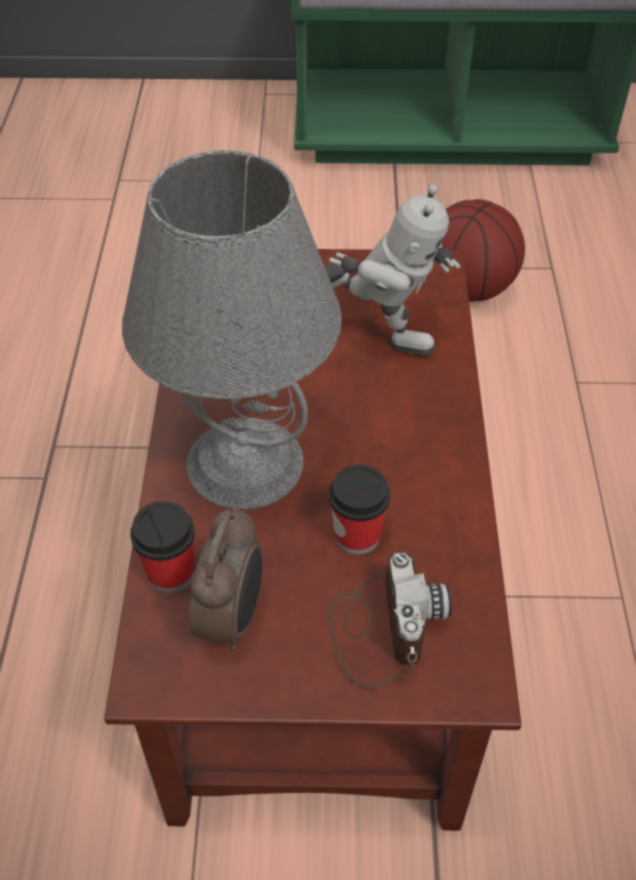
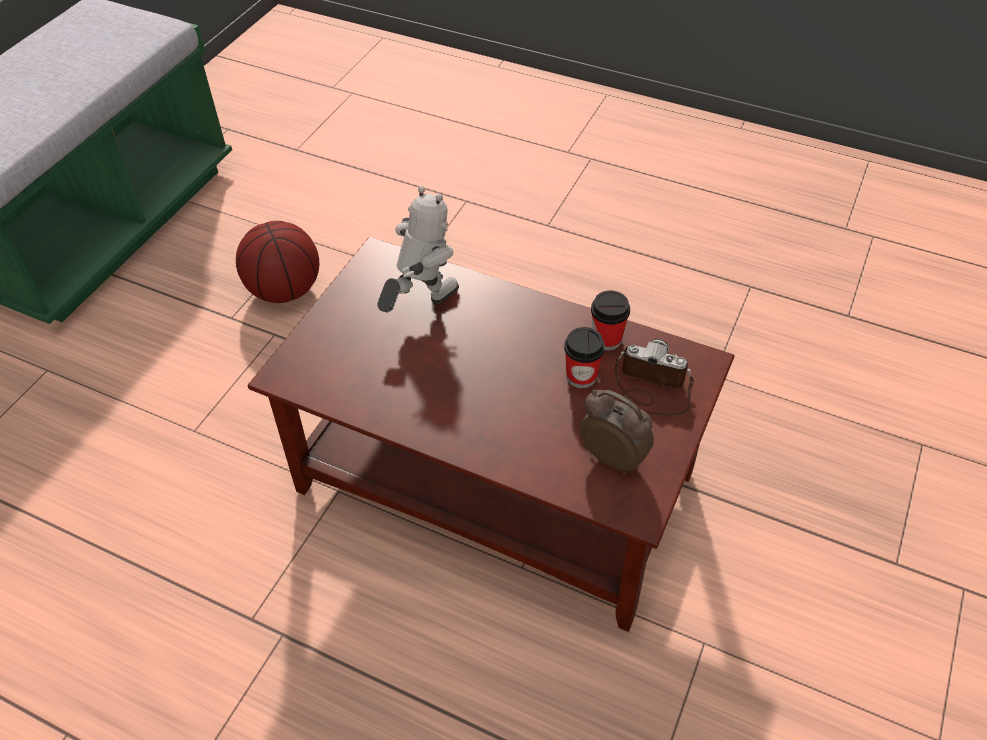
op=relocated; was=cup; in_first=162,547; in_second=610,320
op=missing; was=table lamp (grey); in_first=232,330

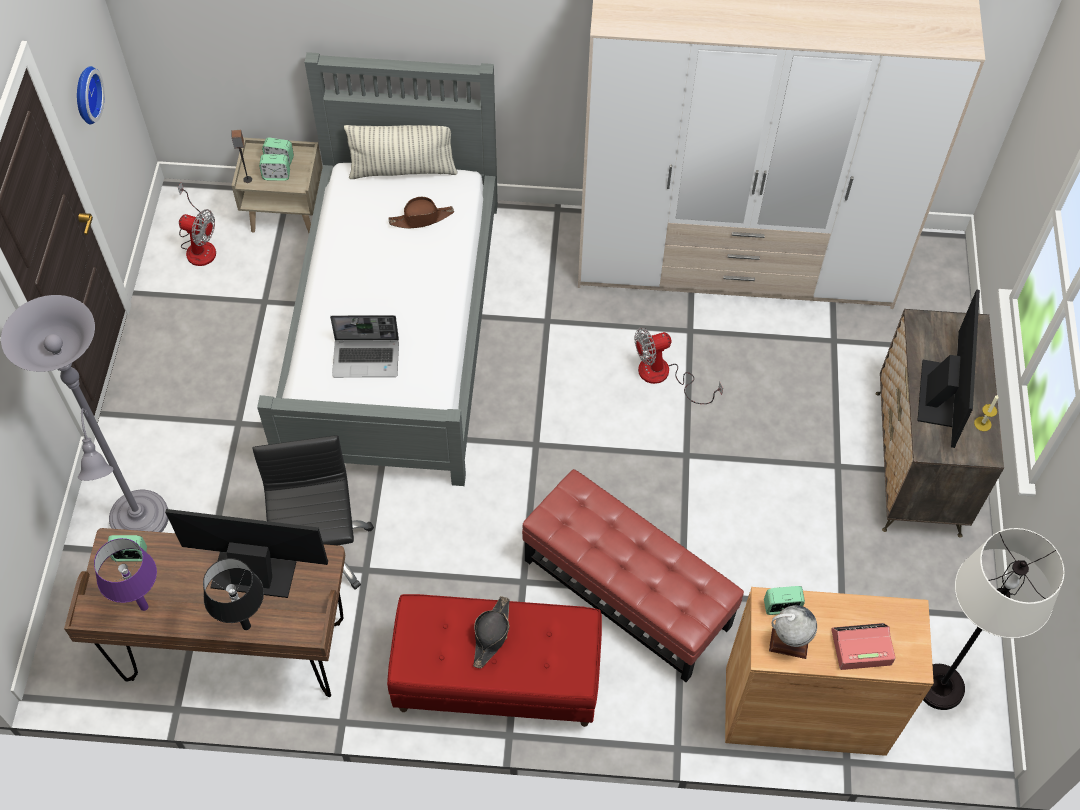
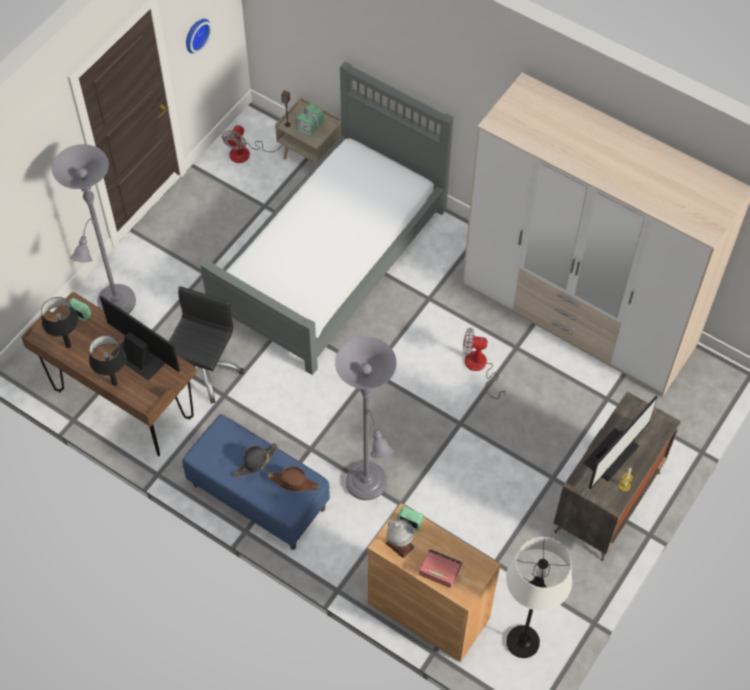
op=colour; was=table lamp (purple); now=table lamp (blackish); in_first=125,574; in_second=60,322
op=colour; was=bench (red-coloured); now=bench (blue-coloured); in_first=494,660; in_second=256,482
op=spun; was=fan; in_first=197,224; in_second=252,144; clockwise=60
op=relocated; was=clothing hat (brown); in_first=421,213; in_second=293,479
op=exchanged; was=footrest (red-coloured); now=standard lamp (grey); in_first=633,575; in_second=366,418
op=missing; was=portable computer; in_first=364,346
op=missing; was=pillow; in_first=401,152

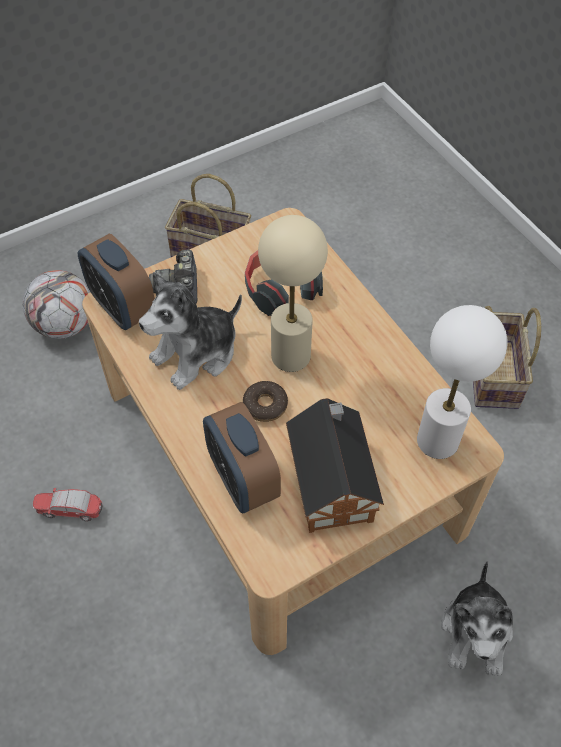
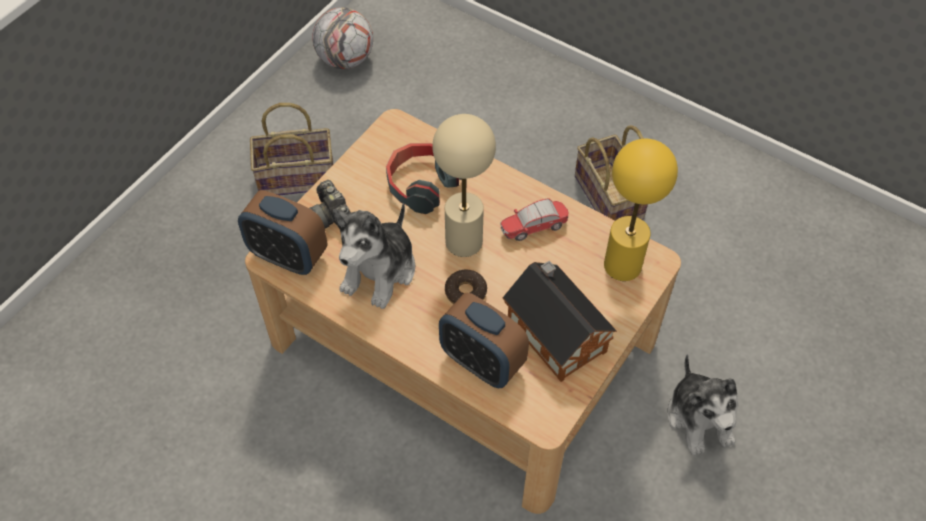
op=relocated; was=football ball; in_first=56,304; in_second=342,38
op=relocated; was=miniature car; in_first=68,505; in_second=534,219
op=colour; was=table lamp (white); now=table lamp (yellow-coloured); in_first=462,382; in_second=641,210

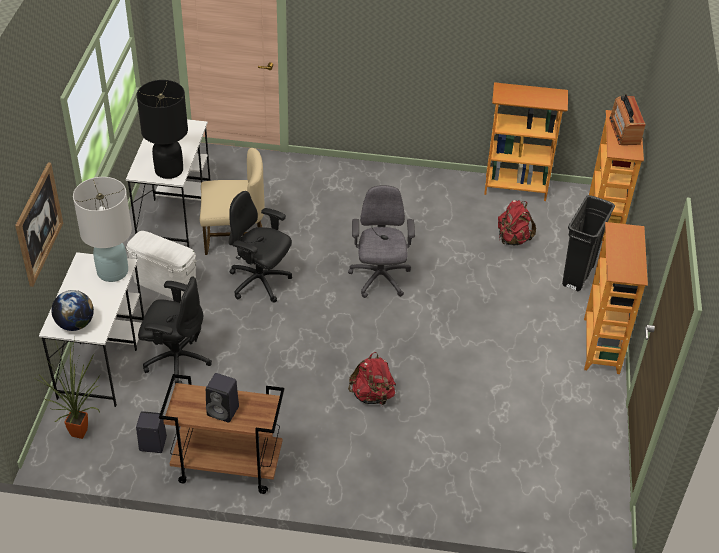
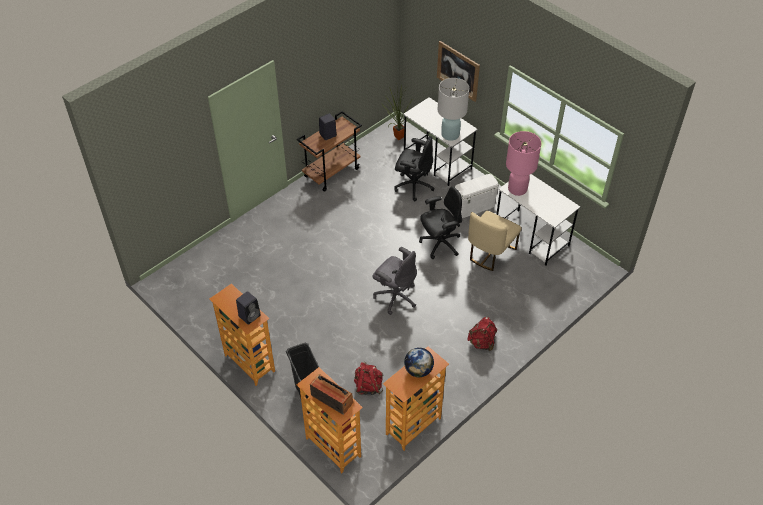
op=relocated; was=loudspeaker (blackish); in_first=151,432; in_second=248,308
op=spun; was=desk chair (blackish); in_first=175,330; in_second=414,168; clockwise=-120
op=relocated; was=desk globe; in_first=72,310; in_second=419,362
op=relocated; was=backpack (red-coloured); in_first=372,379; in_second=482,334
op=colour; was=table lamp (blackish); now=table lamp (pink-coloured); in_first=162,129; in_second=523,163

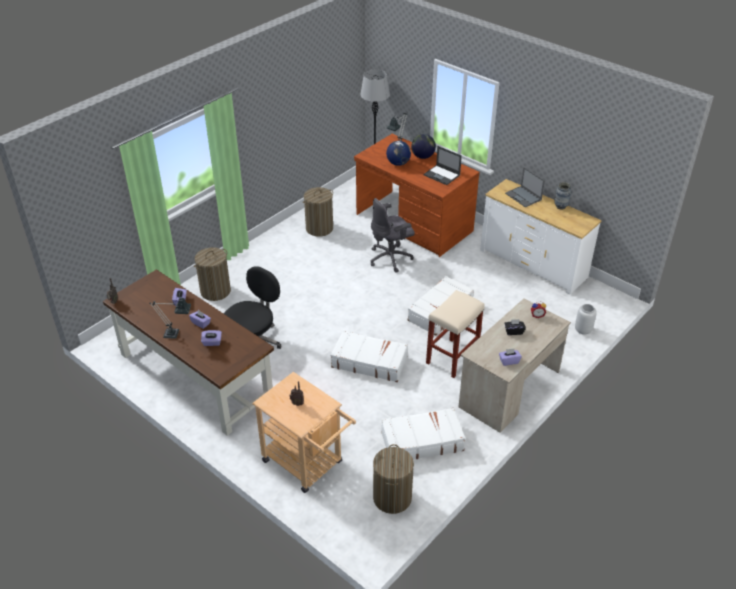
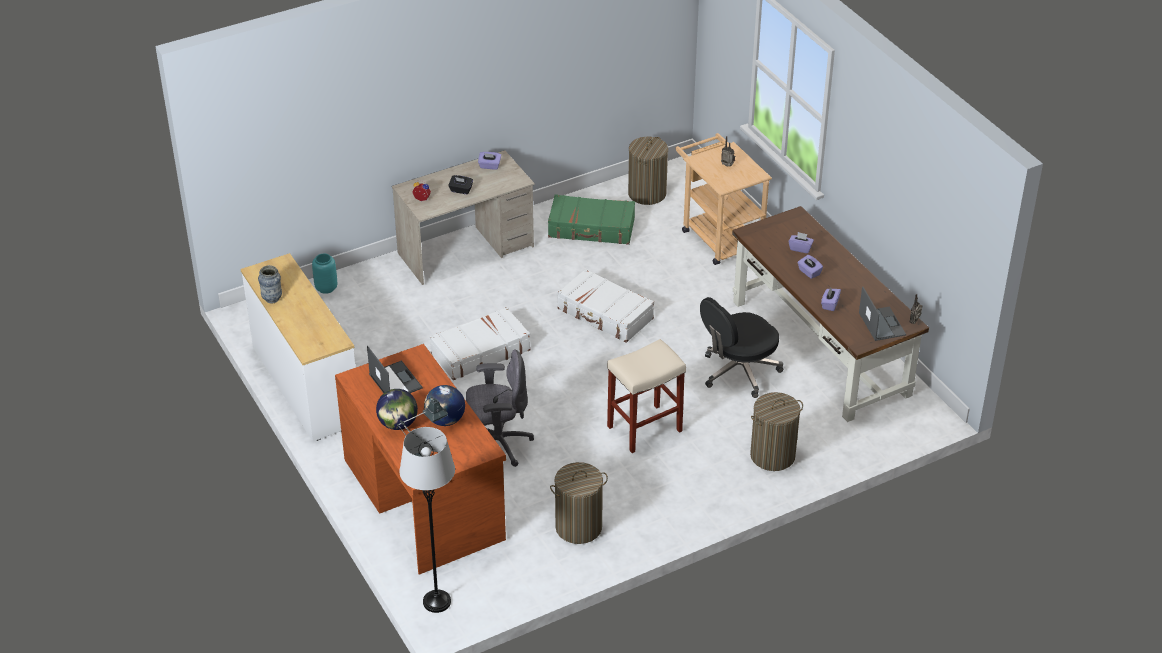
op=colour; was=vase (grey); now=vase (turquoise); in_first=586,319; in_second=324,274
op=colour; was=piece of luggage (white); now=piece of luggage (greenish); in_first=423,433; in_second=591,219
op=relocated; was=sitting stool (sand-coloured); in_first=455,334; in_second=646,396
op=relocated; was=portable computer; in_first=525,187; in_second=882,314
op=missing; was=table lamp; in_first=170,317

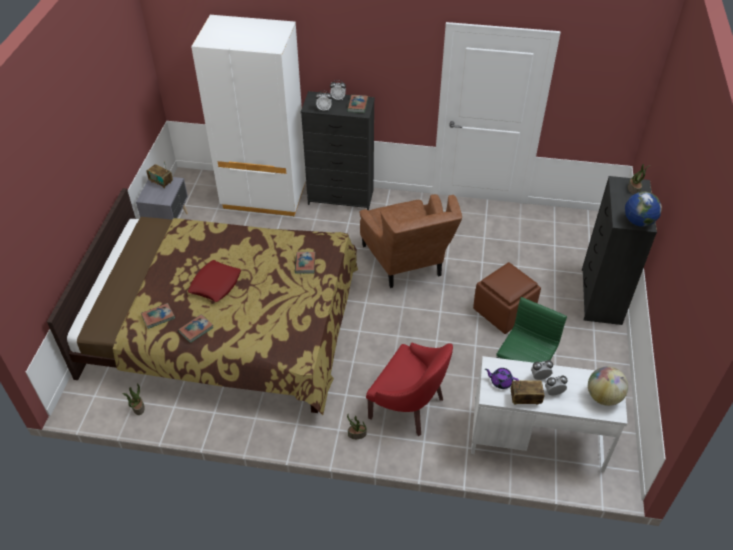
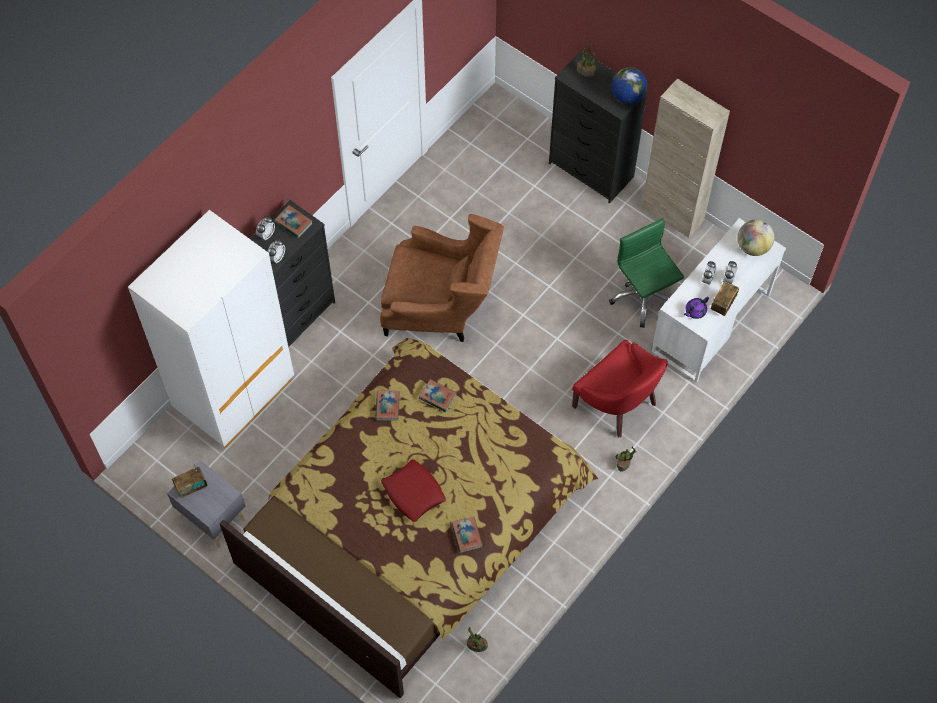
op=relocated; was=bound book; in_first=158,316; in_second=387,405
op=spun; was=easy chair (red-coloured); in_first=409,389; in_second=620,389; clockwise=75
op=appeared; now=cupboard (sand-coloured); in_second=685,158
op=missing; was=footrest (brown); in_first=507,298

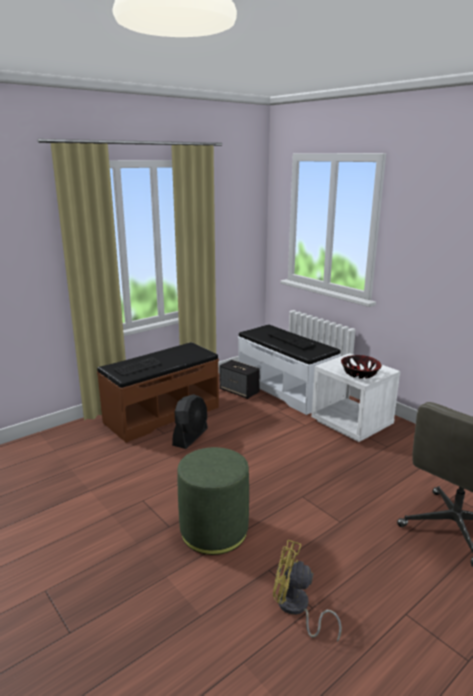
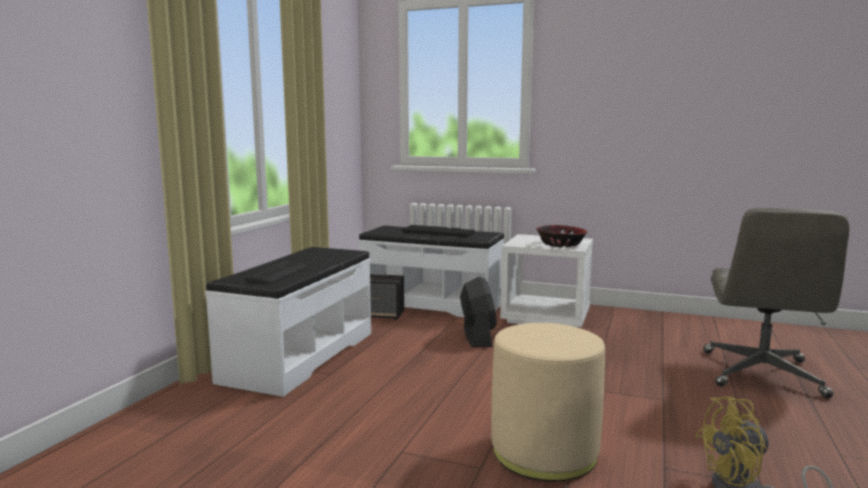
op=colour; was=bench (brown); now=bench (white); in_first=158,392; in_second=288,322
op=relocated; was=fan (blackish); in_first=190,421; in_second=478,312
op=colour; was=footrest (greenish); now=footrest (sand-coloured); in_first=213,501; in_second=548,402

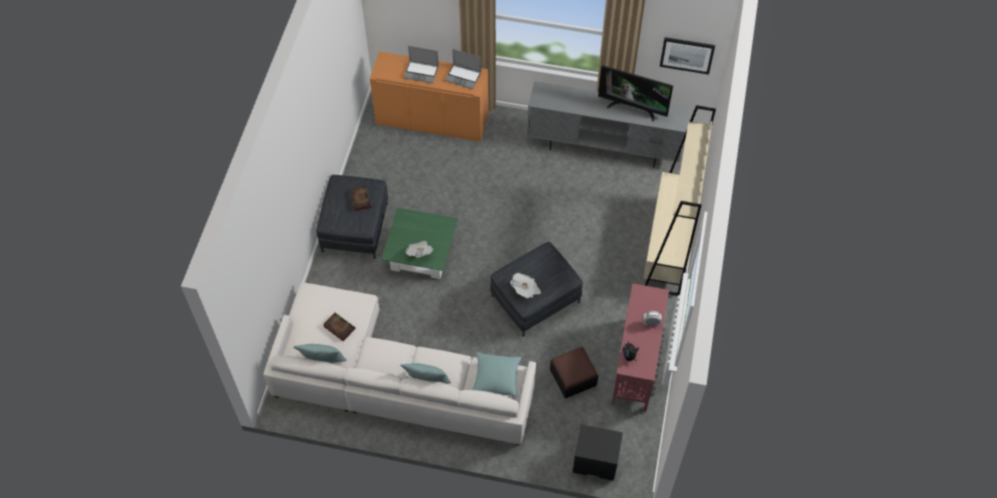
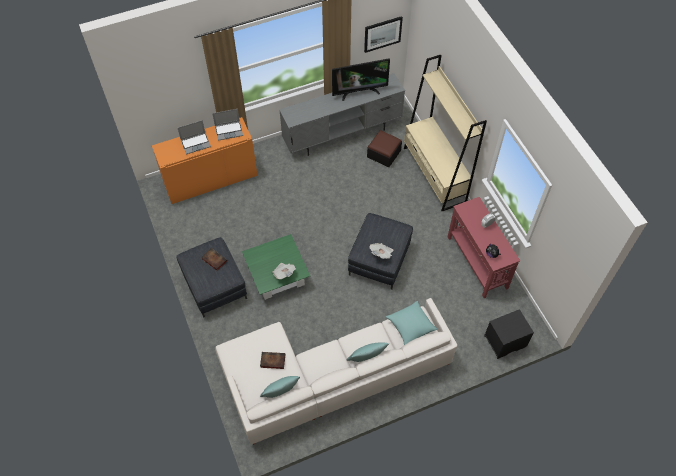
op=relocated; was=footrest; in_first=574,372; in_second=384,148

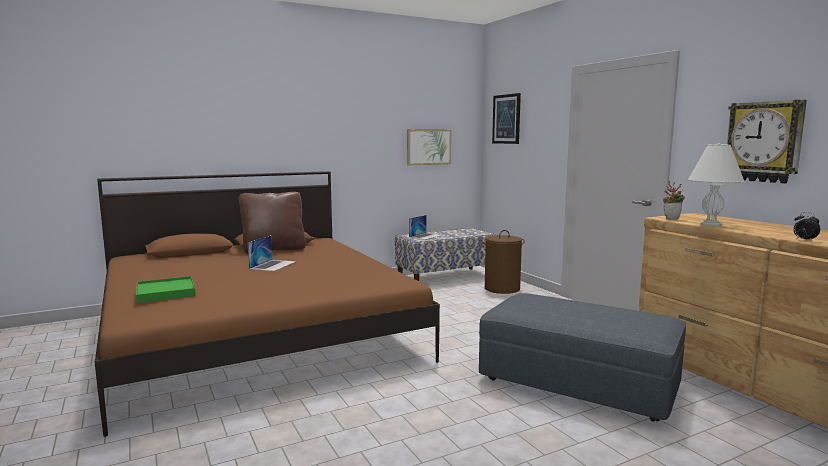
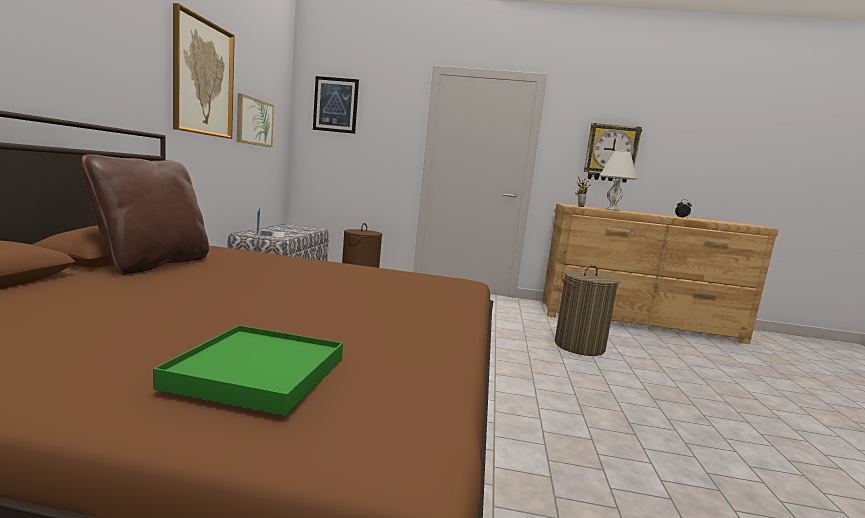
op=appeared; now=picture; in_second=204,71
op=exchanged; was=footrest (grey); now=laundry basket; in_first=582,357; in_second=586,310
op=missing; was=portable computer; in_first=272,253

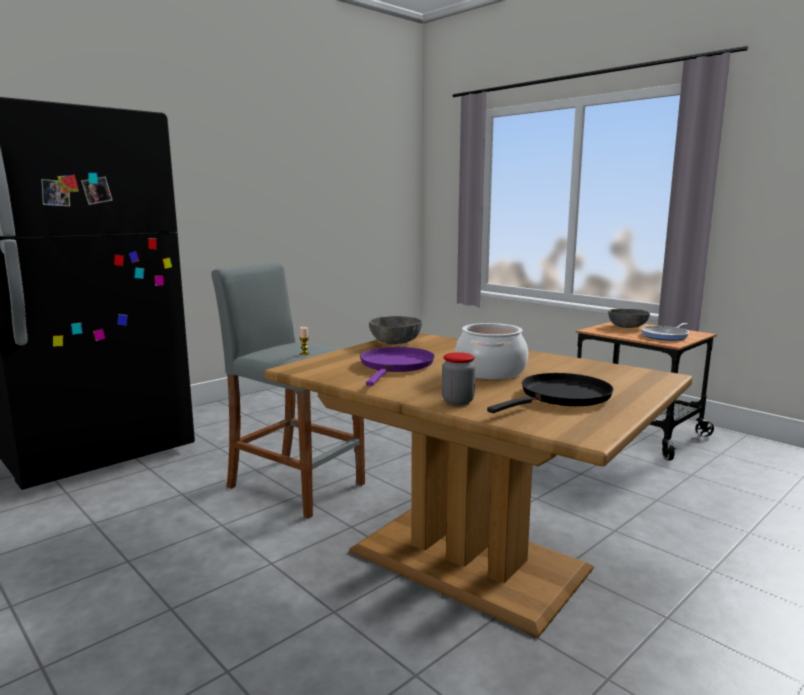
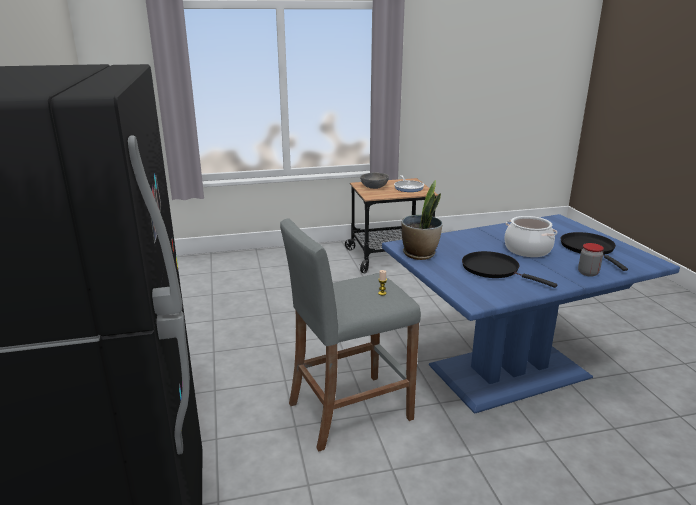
op=colour; was=kitchen table (brown); now=kitchen table (blue-coloured); in_first=478,485; in_second=531,314
op=exchanged; was=deep dish (grey); now=potted plant; in_first=395,330; in_second=422,220
op=colour; was=frying pan (purple); now=frying pan (blackish); in_first=397,366; in_second=509,269

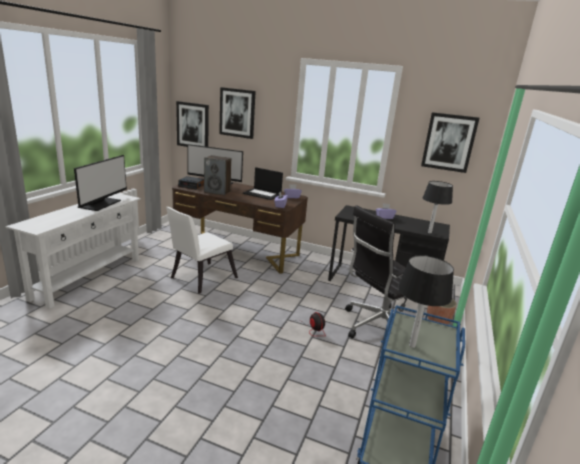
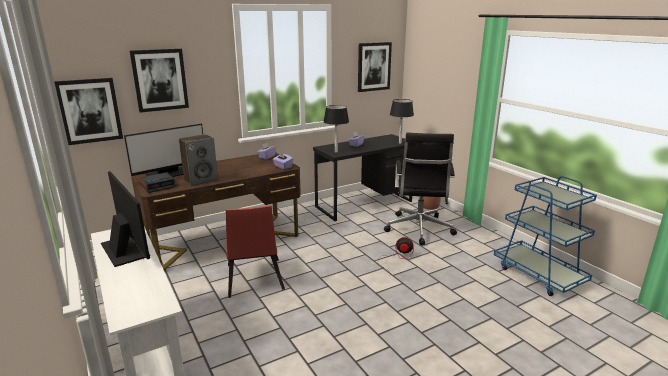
op=colour; was=chair (white); now=chair (red-coloured); in_first=202,250; in_second=255,251
op=relocated; was=table lamp (blackish); in_first=426,301; in_second=336,128
op=missing; was=portable computer; in_first=263,183

